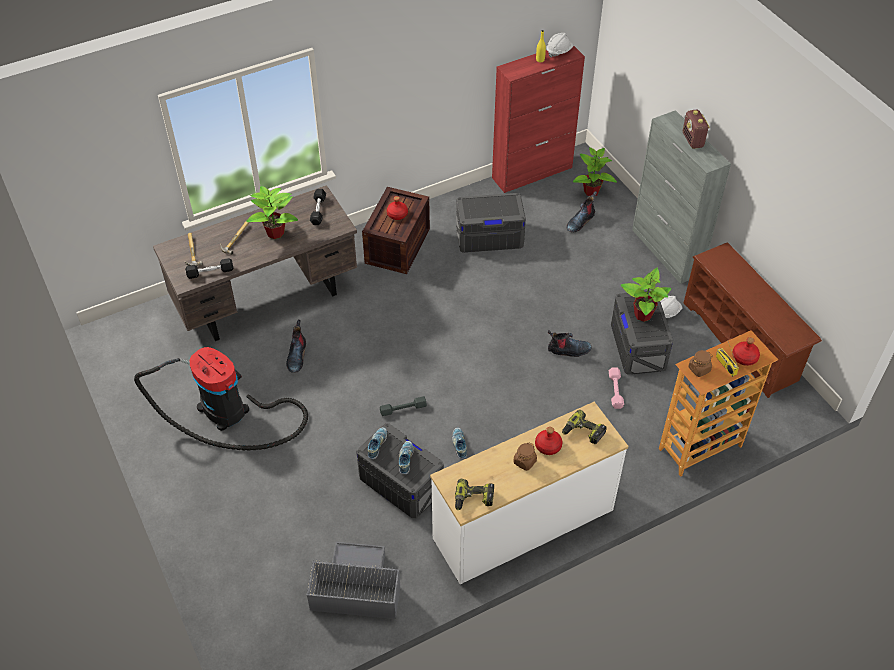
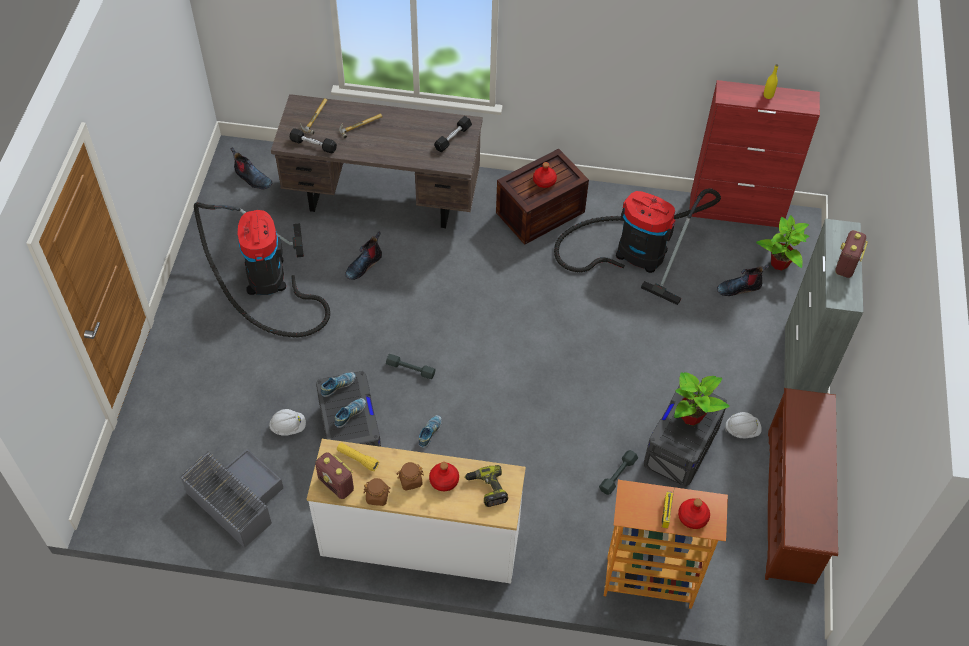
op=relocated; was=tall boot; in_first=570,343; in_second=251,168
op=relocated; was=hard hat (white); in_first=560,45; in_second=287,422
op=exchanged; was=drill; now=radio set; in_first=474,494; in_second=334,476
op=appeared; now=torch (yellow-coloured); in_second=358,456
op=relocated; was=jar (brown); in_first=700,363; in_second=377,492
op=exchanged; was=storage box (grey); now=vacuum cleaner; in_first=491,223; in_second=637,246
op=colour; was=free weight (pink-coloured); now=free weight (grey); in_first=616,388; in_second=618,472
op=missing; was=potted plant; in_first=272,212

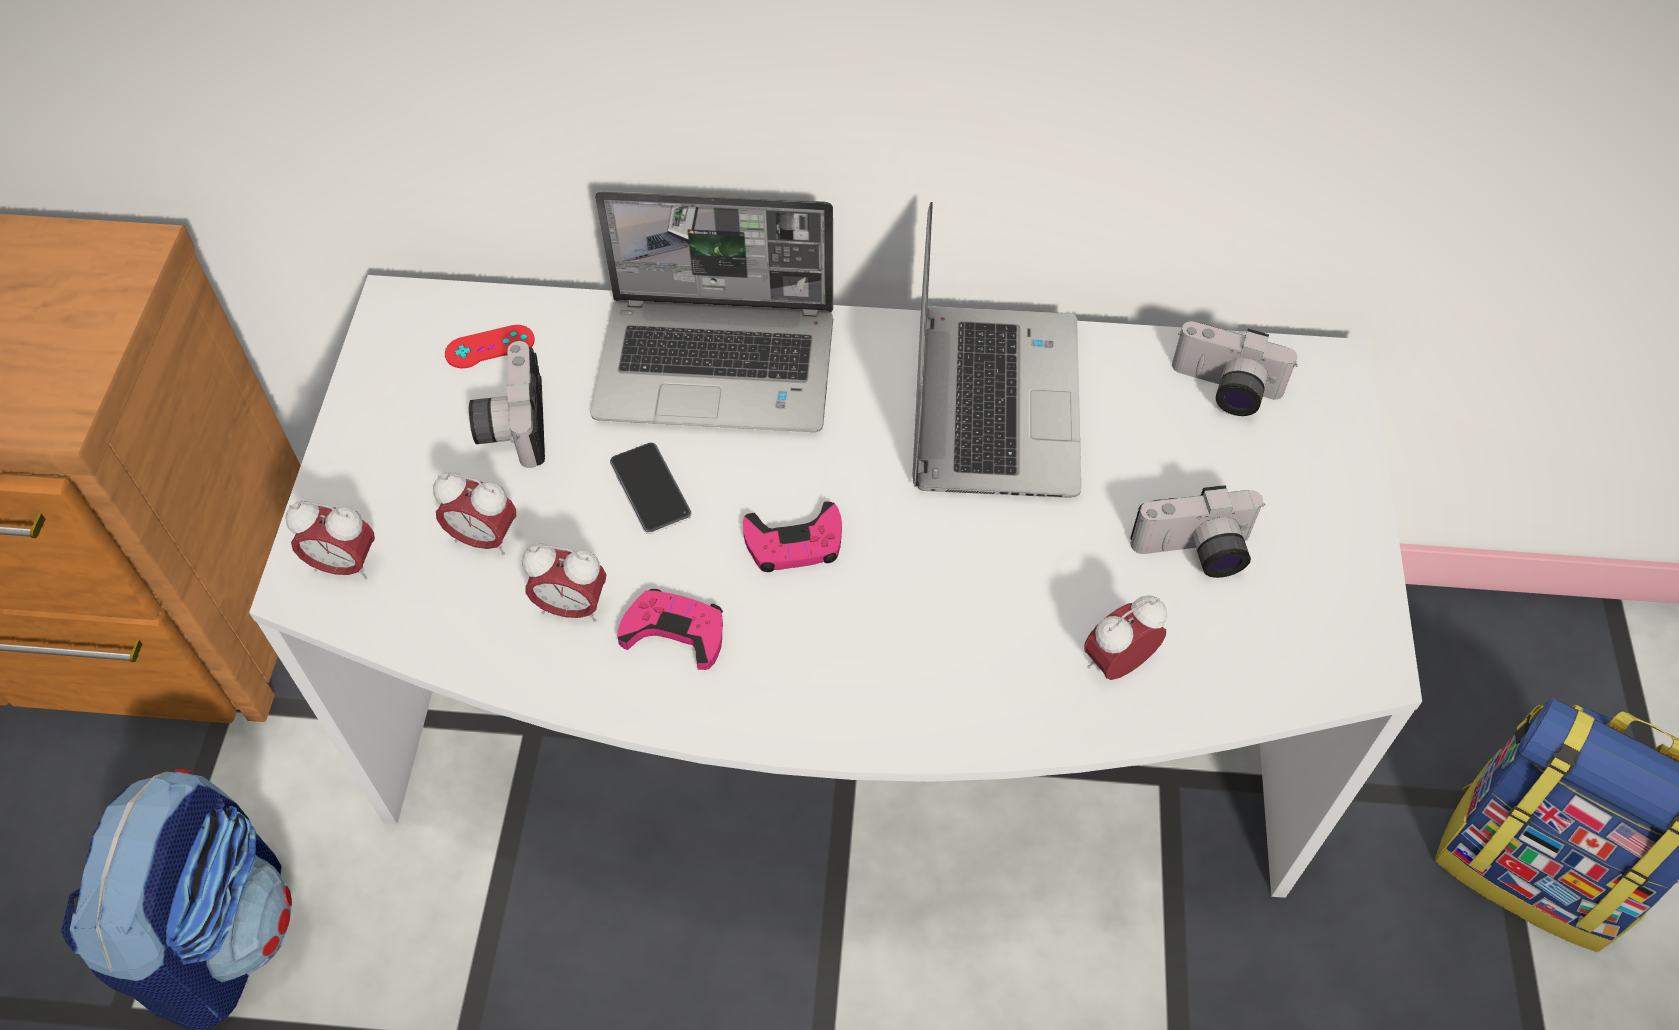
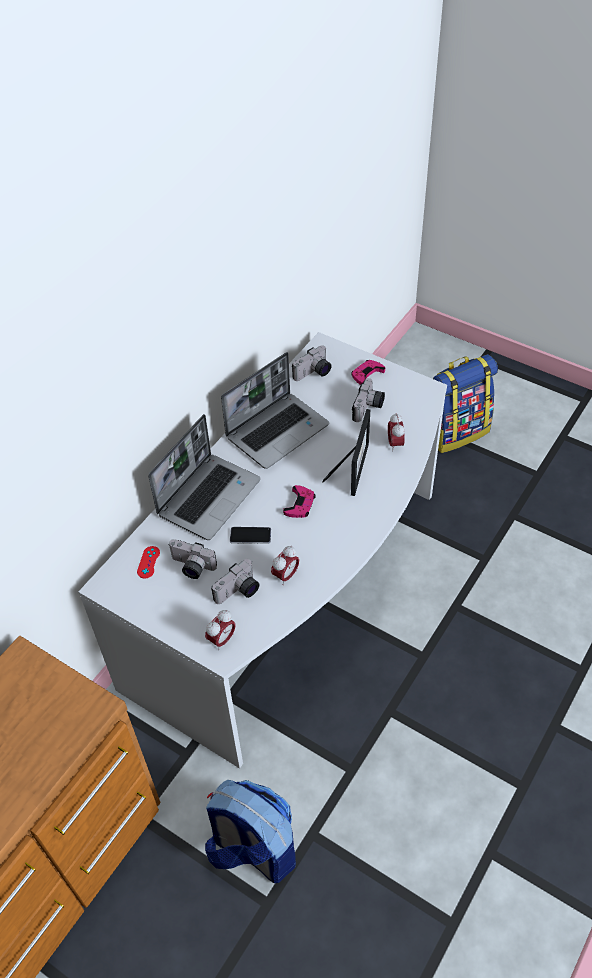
op=exchanged; was=alarm clock; now=photo camera; in_first=474,513; in_second=235,581
op=spun; was=portable computer; in_first=997,350; in_second=275,410; clockwise=105
op=appeared; now=photo frame; in_second=346,452
op=relocated; was=joypad (pink-coloured); in_first=670,629; in_second=368,372

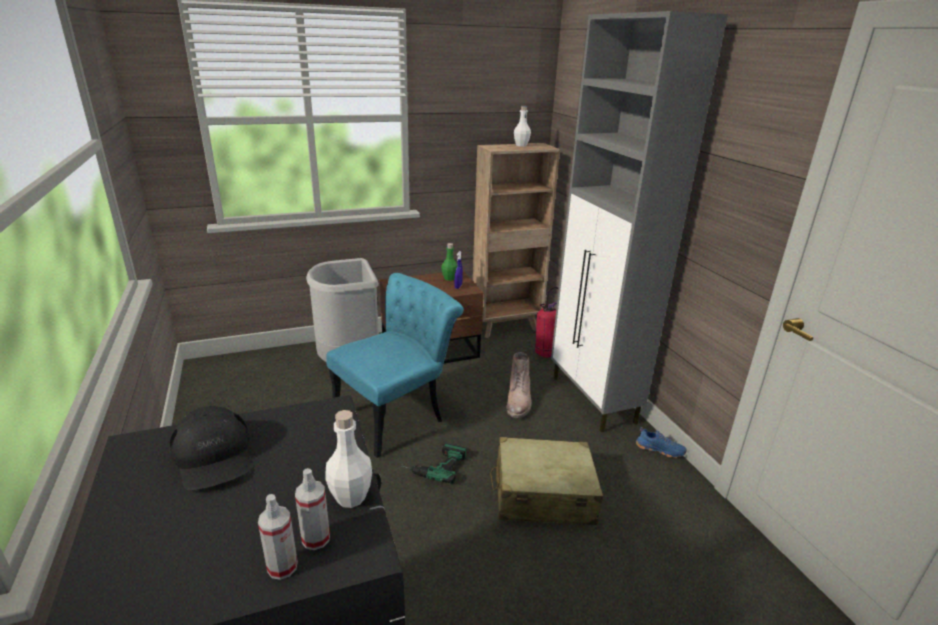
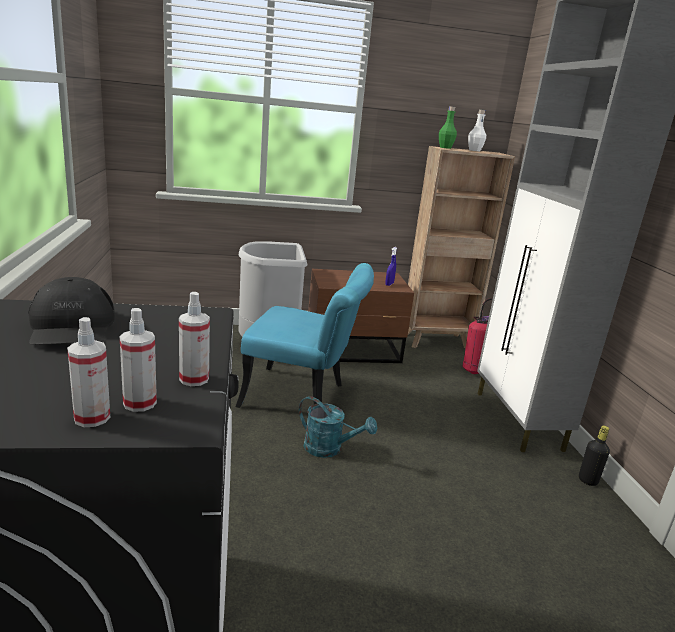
op=exchanged; was=beverage bottle (white); now=sprayer; in_first=348,459; in_second=194,339
op=spun; was=chair (turquoise); in_first=395,365; in_second=304,335; clockwise=45
op=exchanged; was=drill; now=watering pot (turquoise); in_first=433,463; in_second=338,427
op=relocated; was=beverage bottle (greenish); in_first=449,262; in_second=448,127
op=exchanged; was=low shoe (blue-coloured); now=beverage bottle (blackish); in_first=661,442; in_second=594,455
op=missing; was=piece of luggage (sand-coloured); in_first=546,481
op=missing; was=tall boot (brown); in_first=519,385

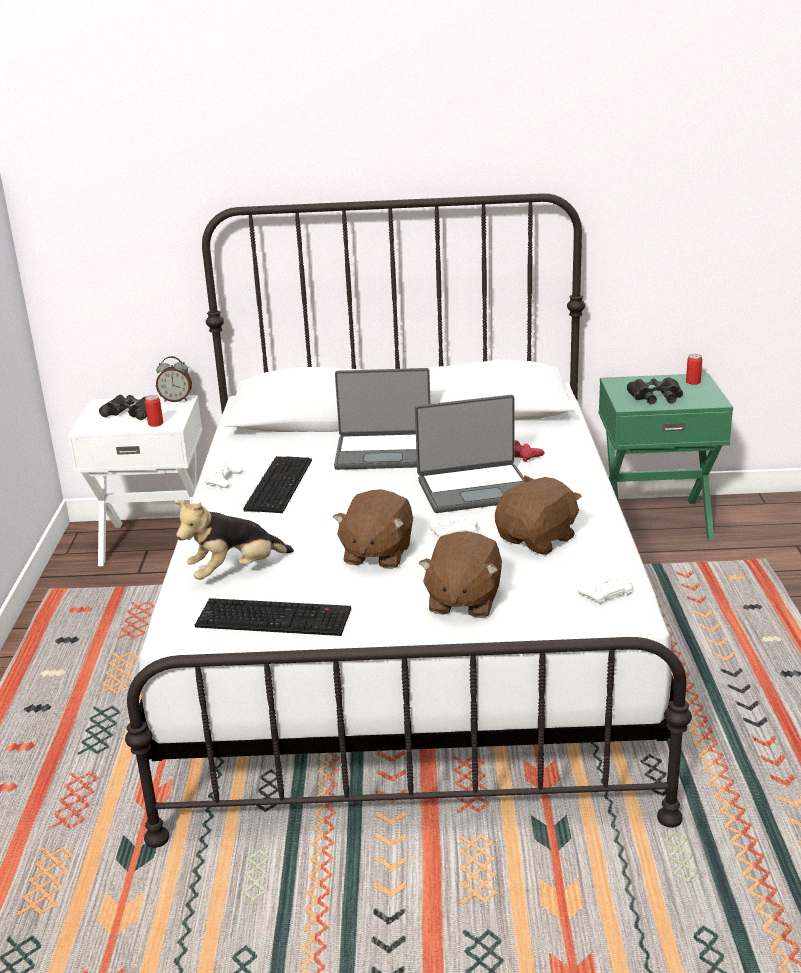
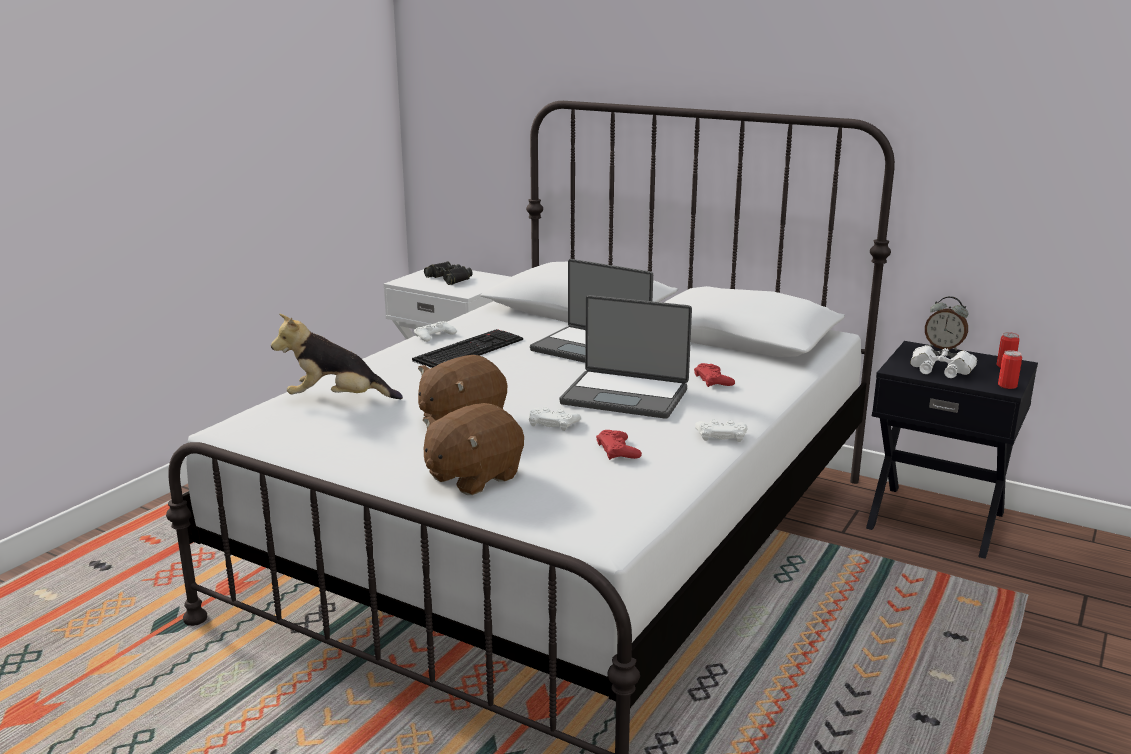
op=exchanged; was=plush toy (brown); now=joypad (red-coloured); in_first=538,515; in_second=619,445
op=relocated; was=joypad (white); in_first=605,589; in_second=721,430
op=colour; was=bedside table (greenish); now=bedside table (blackish); in_first=666,457; in_second=952,450
op=colour; was=pair of binoculars (blackish); now=pair of binoculars (white); in_first=655,391; in_second=943,361
op=relocated; was=alarm clock; in_first=174,379; in_second=946,323
op=relocated; was=metal can; in_first=154,411; in_second=1010,369
op=missing; was=PC keyboard; in_first=273,617

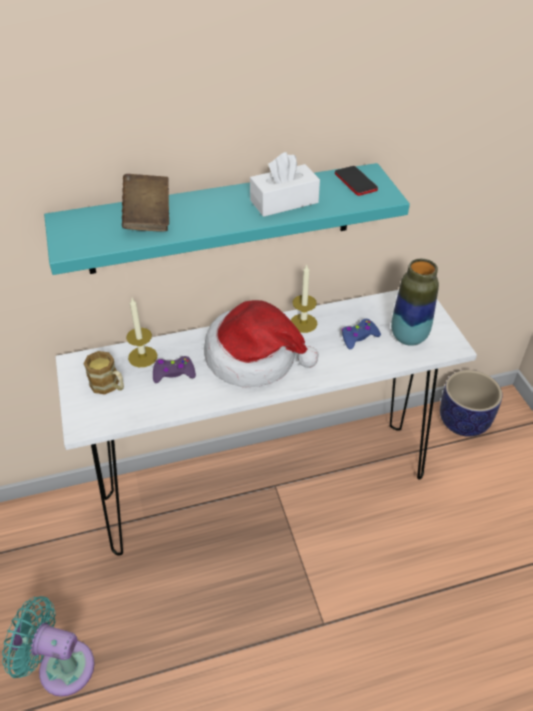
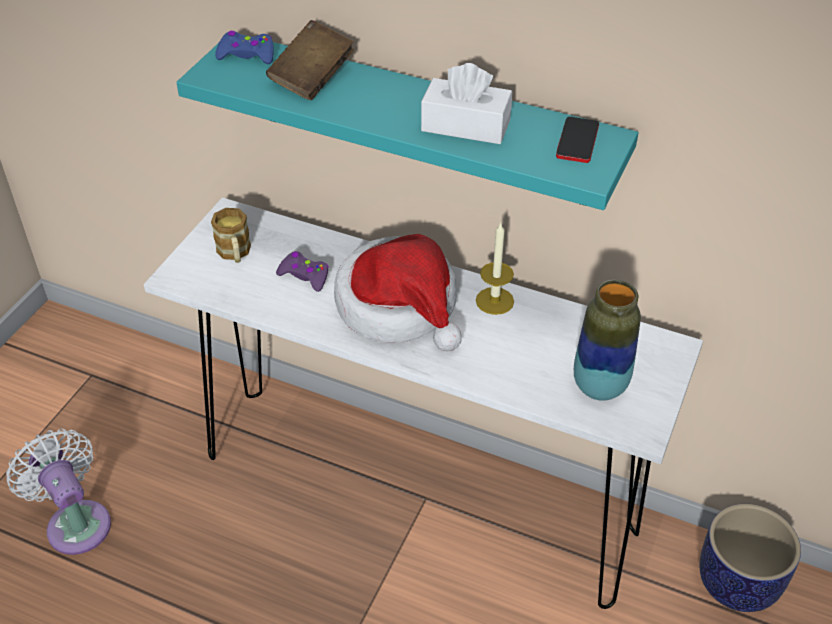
op=colour; was=fan (turquoise); now=fan (white); in_first=48,646; in_second=58,492
op=relocated; was=joypad (blue-coloured); in_first=361,334; in_second=244,47
op=missing; was=candle; in_first=141,332

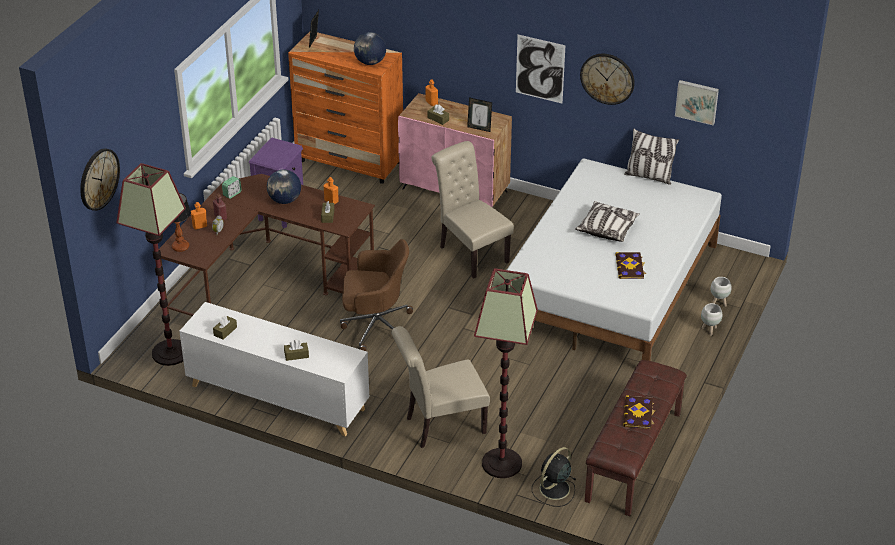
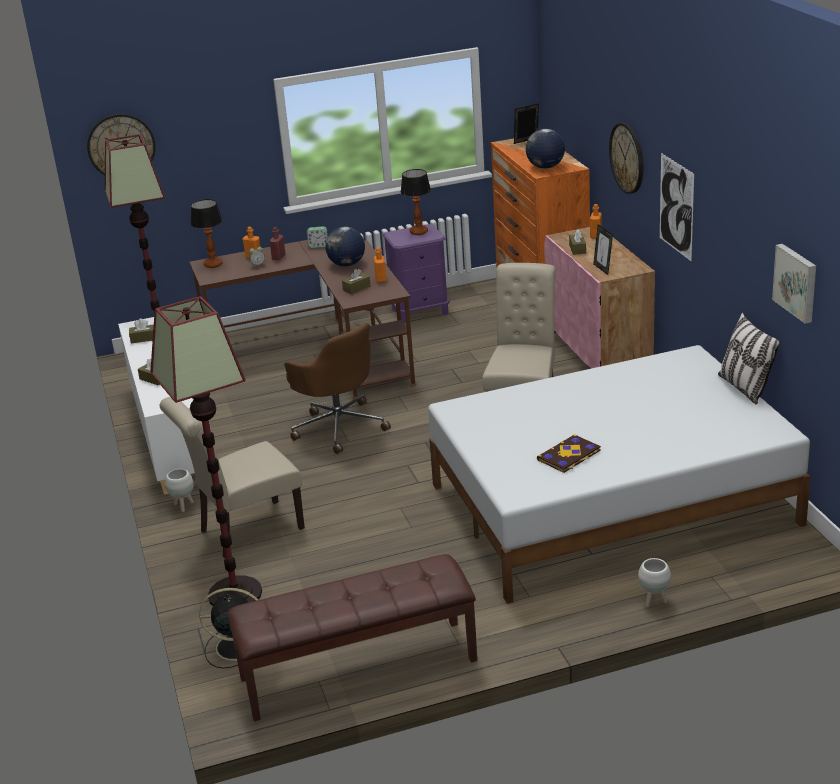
op=spun; was=chair (sand-coloured); in_first=440,387; in_second=232,477; clockwise=-60
op=relocated; was=planter (white); in_first=721,292; in_second=179,490
op=appeared; now=table lamp; in_second=416,202
op=relocated; was=wall clock; in_first=607,79; in_second=626,158
op=missing; was=pillow; in_first=607,221
op=missing; was=bound book; in_first=639,412

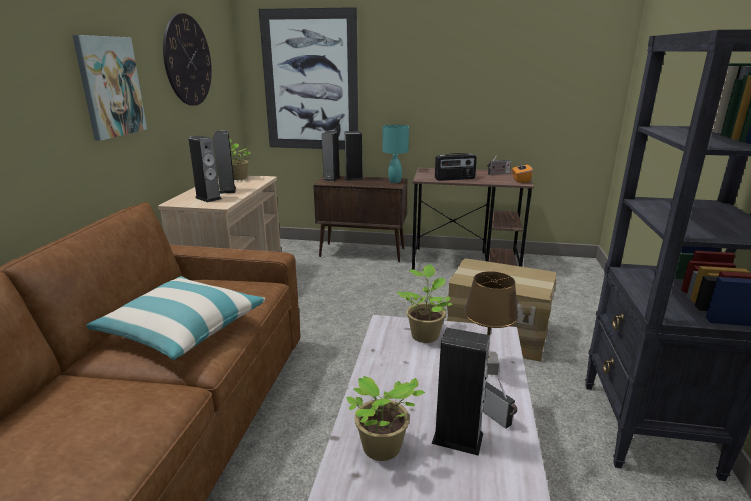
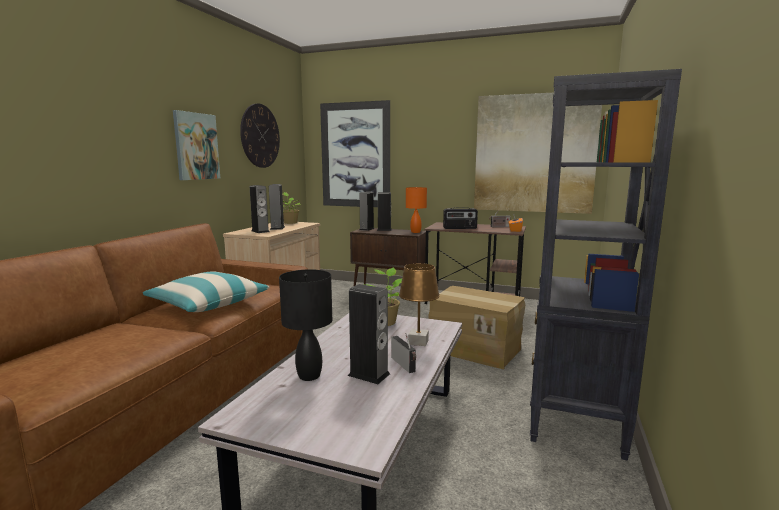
op=exchanged; was=potted plant; now=table lamp (blackish); in_first=386,418; in_second=305,325
op=colour; was=table lamp (turquoise); now=table lamp (orange); in_first=395,154; in_second=416,210
op=appeared; now=picture; in_second=538,153

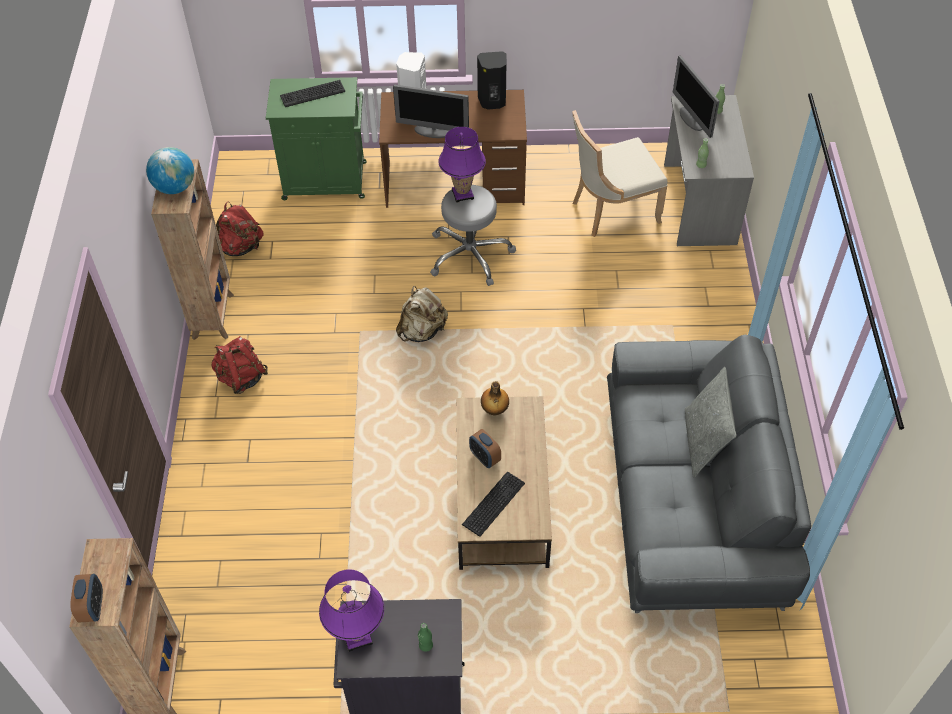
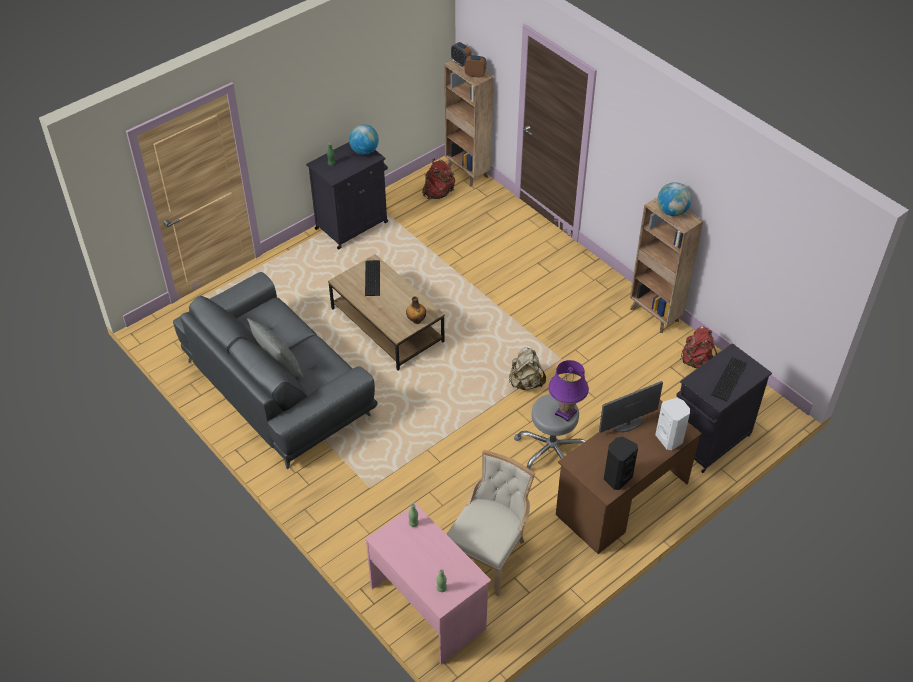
op=exchanged; was=table lamp (purple); now=desk globe; in_first=351,610; in_second=364,139
op=colour; was=desk (grey); now=desk (pink-coloured); in_first=709,170; in_second=428,584
op=relocated; was=backpack (red-coloured); in_first=239,365; in_second=438,179
op=relocated; was=alarm clock; in_first=485,448; in_second=475,66
op=colour; was=cupboard (greenish); now=cupboard (blackish); in_first=316,138; in_second=724,408
op=missing; was=computer screen; in_first=696,96

